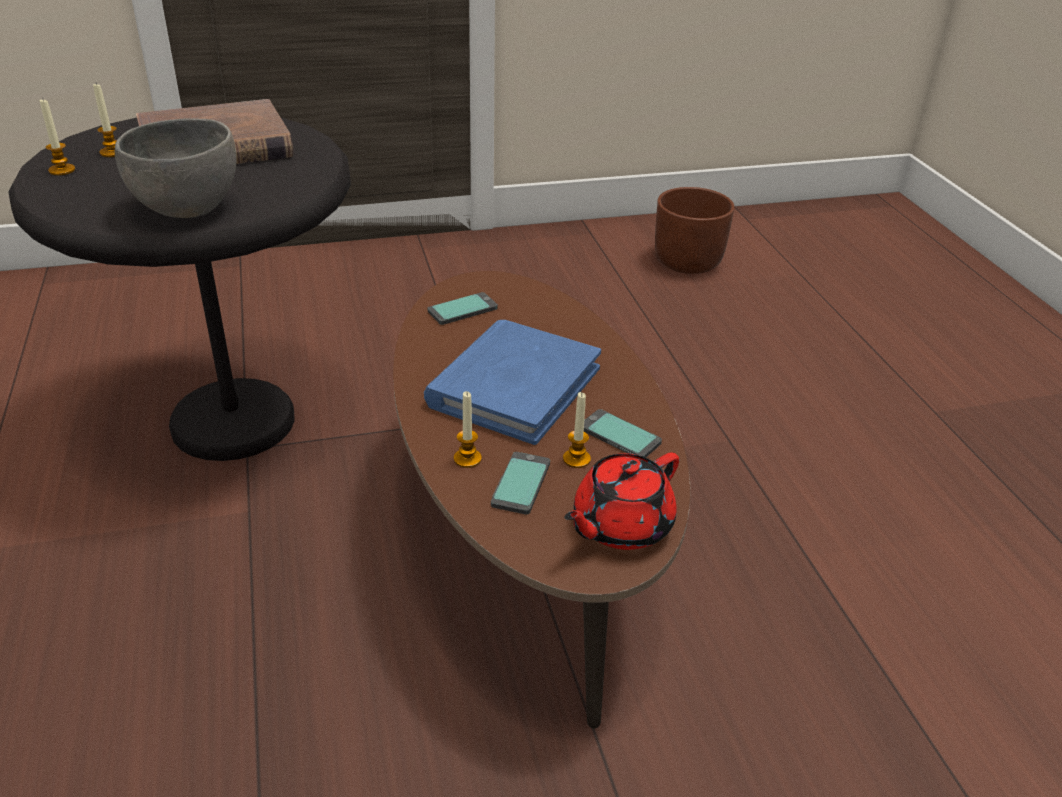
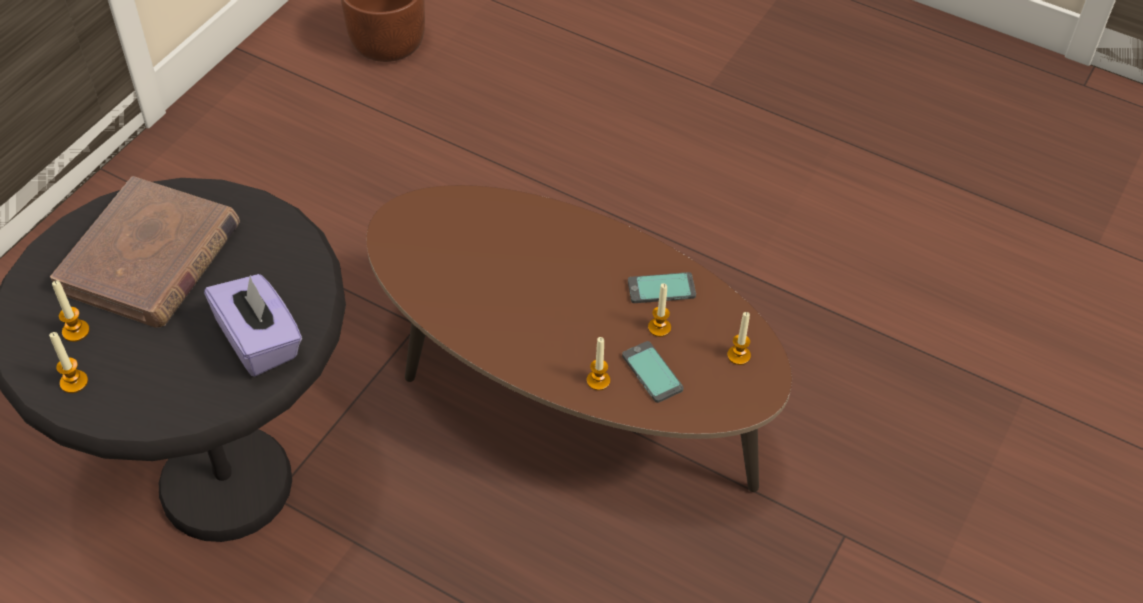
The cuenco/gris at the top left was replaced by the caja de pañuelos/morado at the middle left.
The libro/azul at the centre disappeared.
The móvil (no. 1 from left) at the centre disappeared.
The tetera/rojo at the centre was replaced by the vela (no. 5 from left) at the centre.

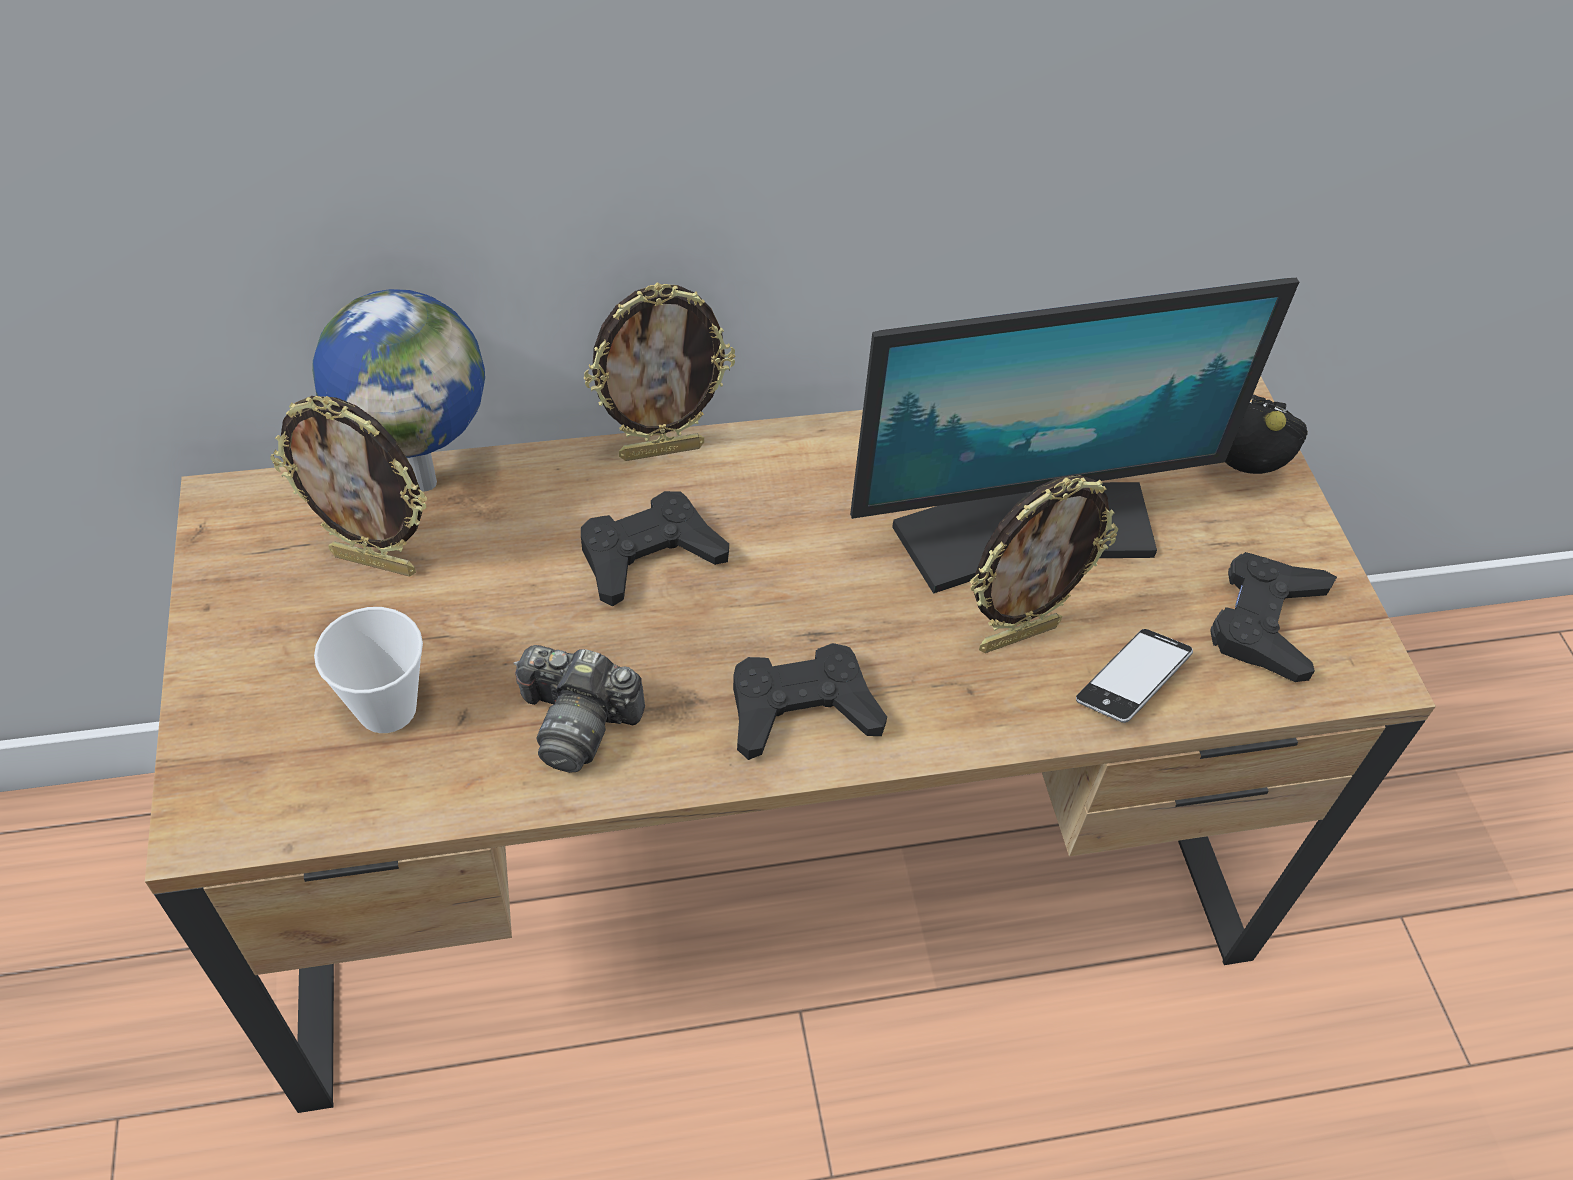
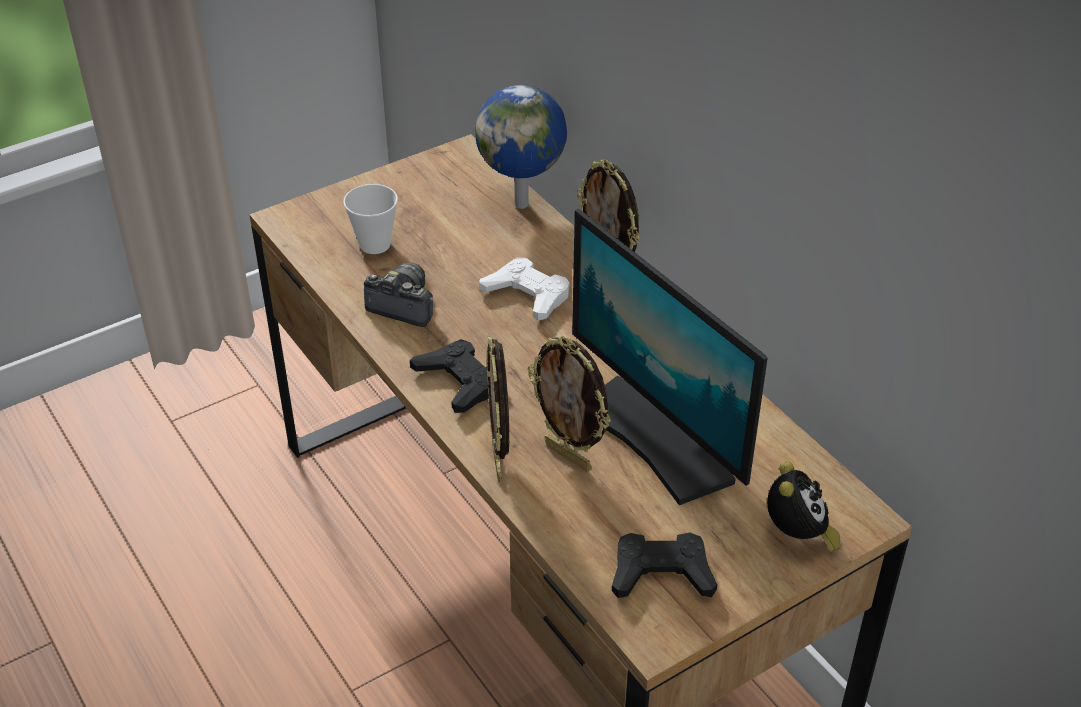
The portarretratos (no. 1 from left) moved from the middle left to the centre.
The cámara at the centre turned 120 degrees clockwise.
The mando de consola/negro (no. 1 from left) at the centre became the mando de consola/blanco at the centre.
The móvil at the middle right disappeared.

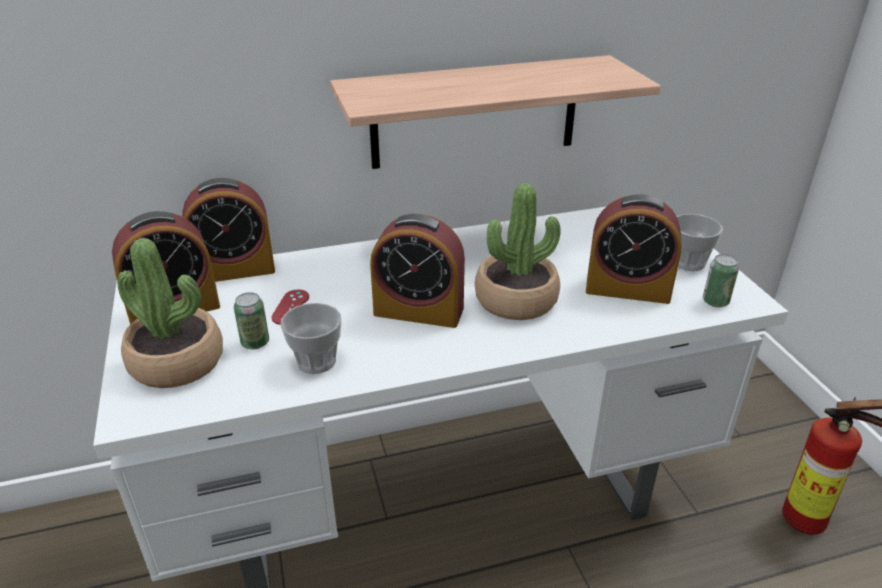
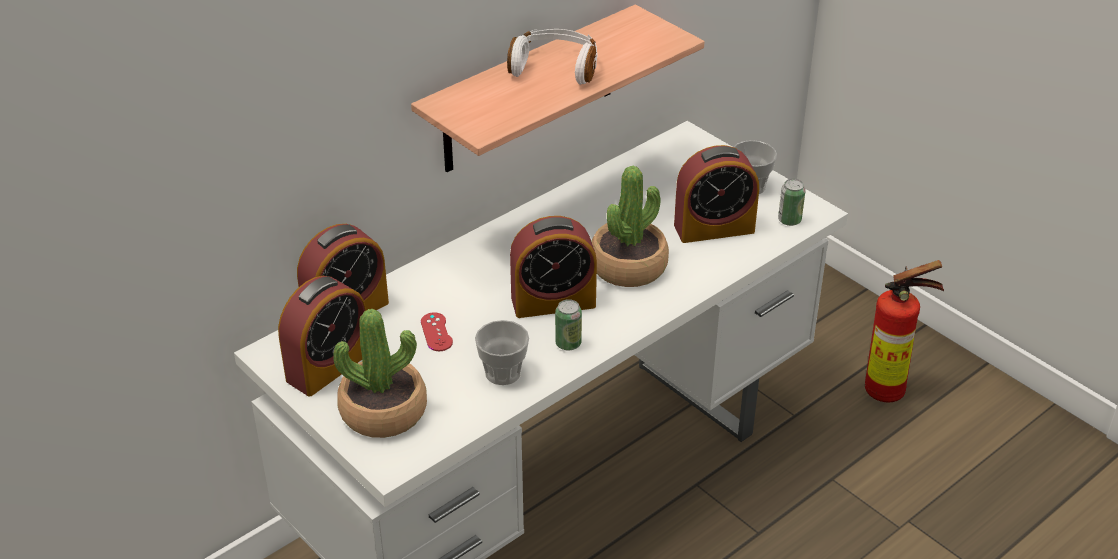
The lata (no. 1 from left) moved from the middle left to the centre.
The auriculares/blanco at the top centre appeared.

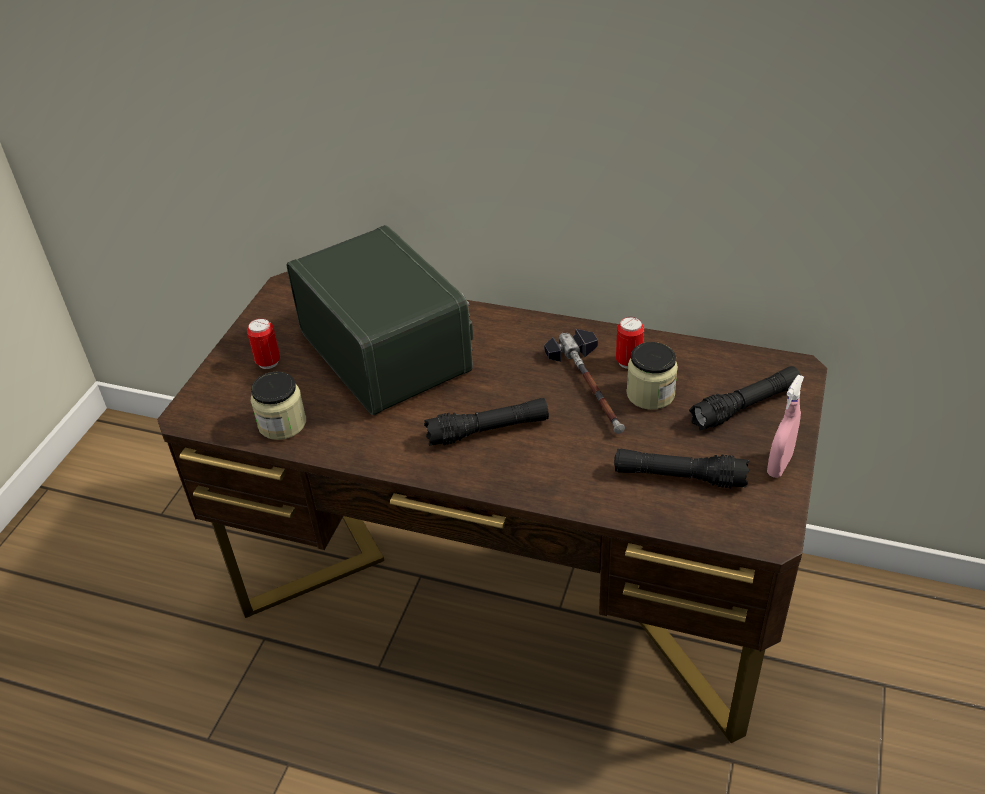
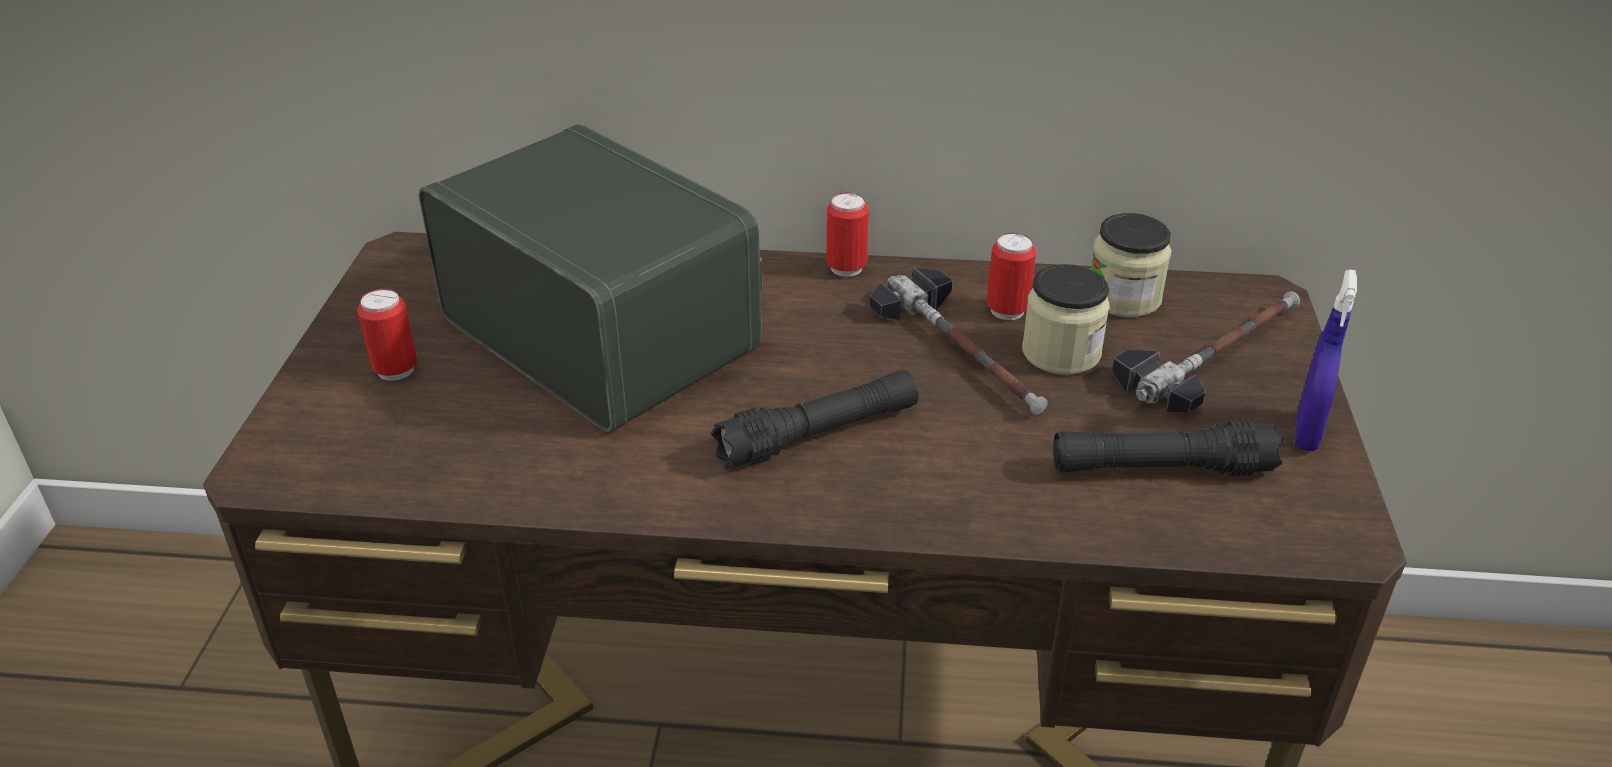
The tarro (no. 1 from left in the first image) moved from the middle left to the middle right.
The linterna/negro (no. 3 from left) at the middle right was replaced by the martillo (no. 2 from left) at the middle right.
The pulverizador/rosa at the middle right became the pulverizador/azul at the middle right.
The lata (no. 2 from left) at the top centre appeared.

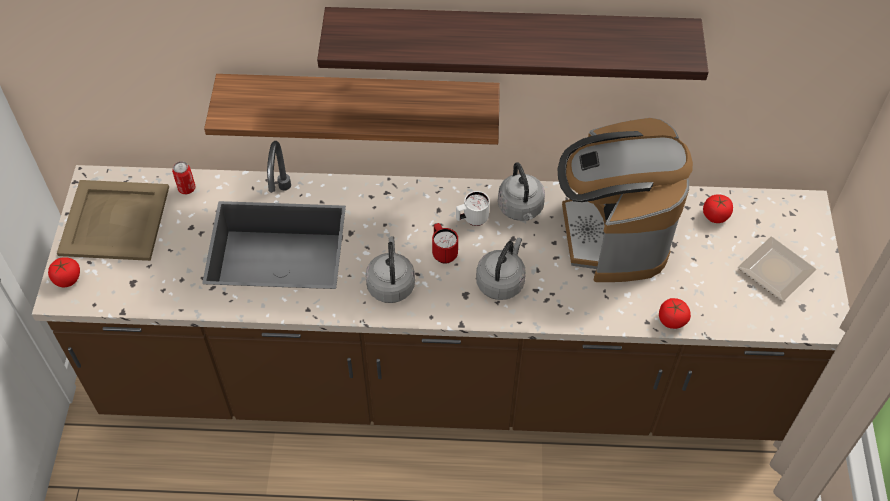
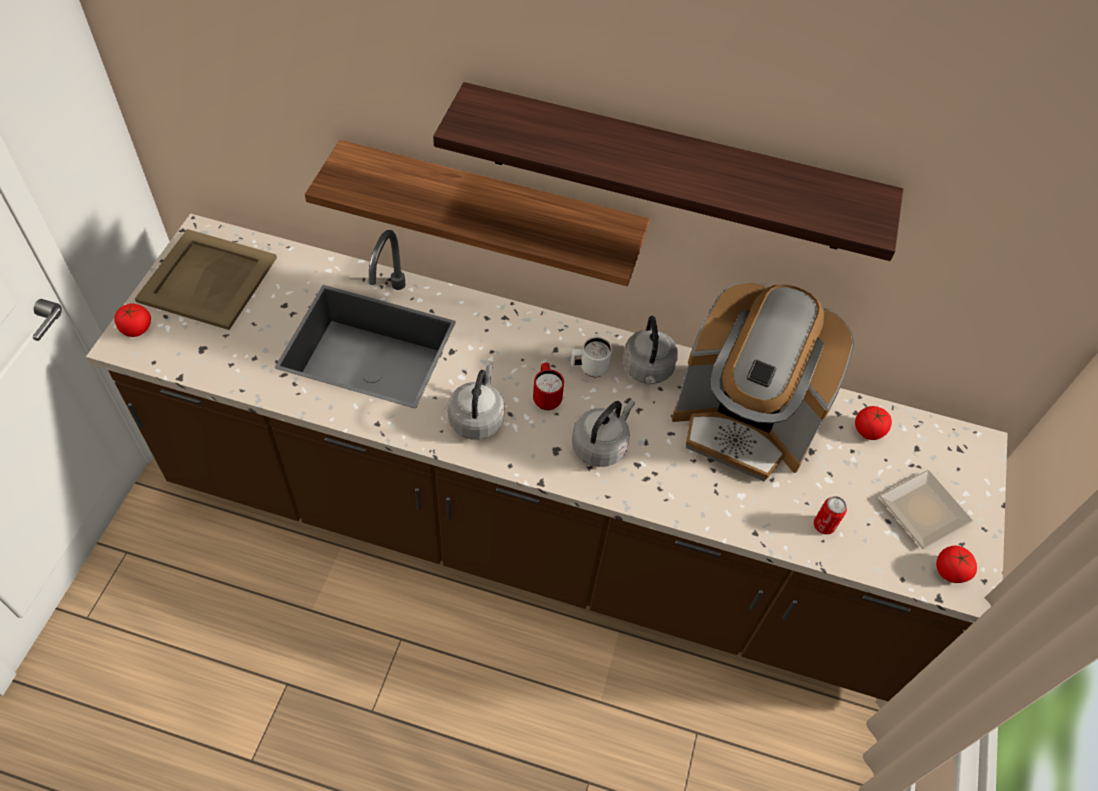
The lata moved from the middle left to the middle right.
The cafetera at the middle right turned 75 degrees counterclockwise.
The tomate (no. 2 from left in the first image) moved from the middle right to the bottom right.

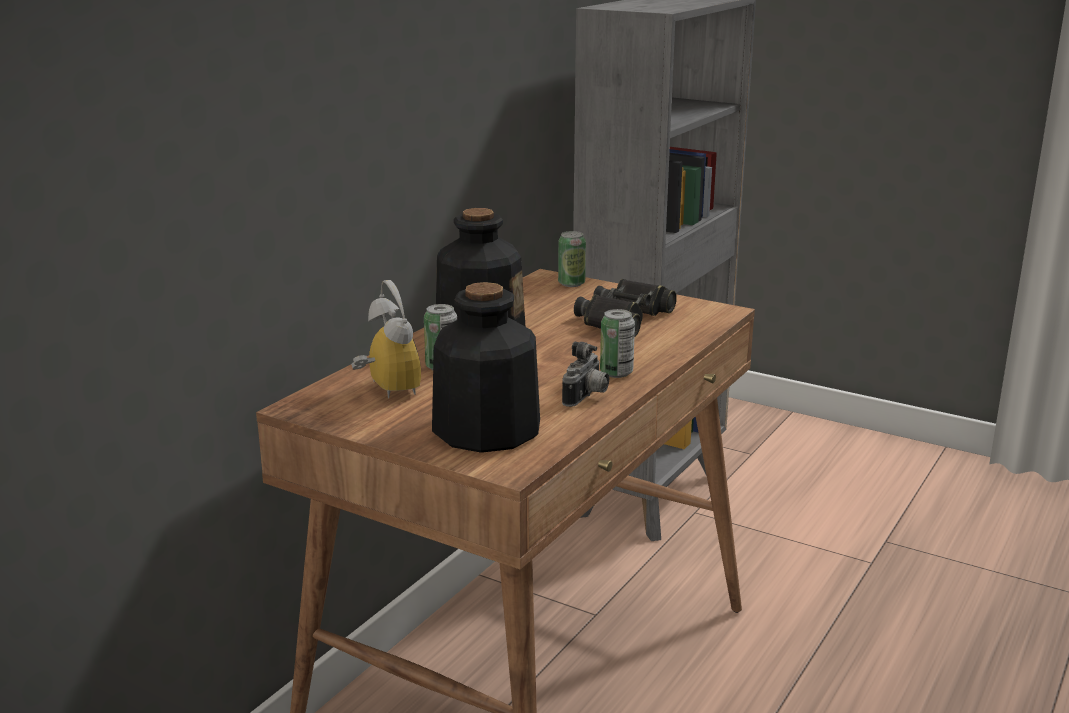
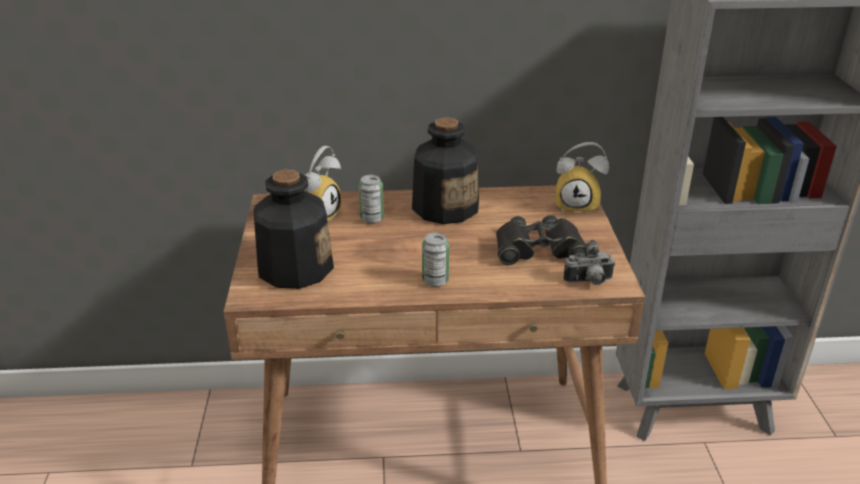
The lata (no. 2 from left) at the centre was replaced by the despertador (no. 2 from left) at the middle right.
The cámara moved from the centre to the middle right.

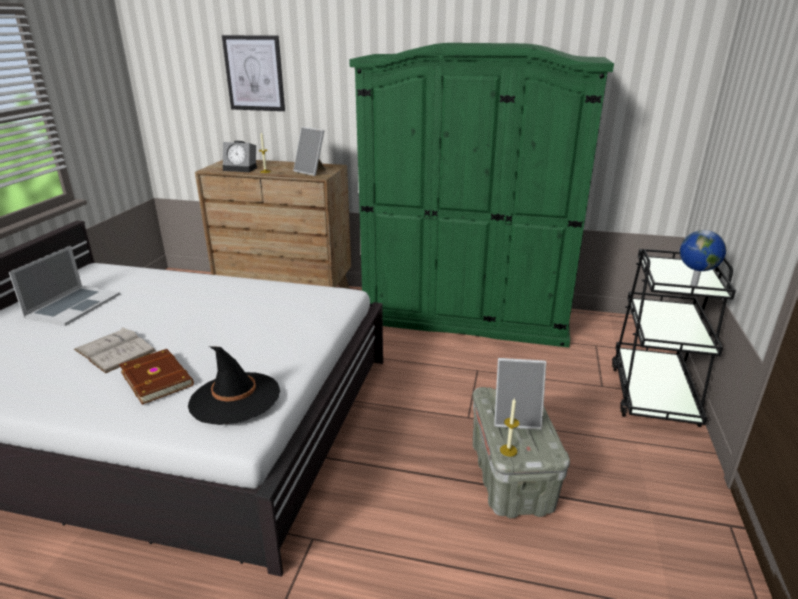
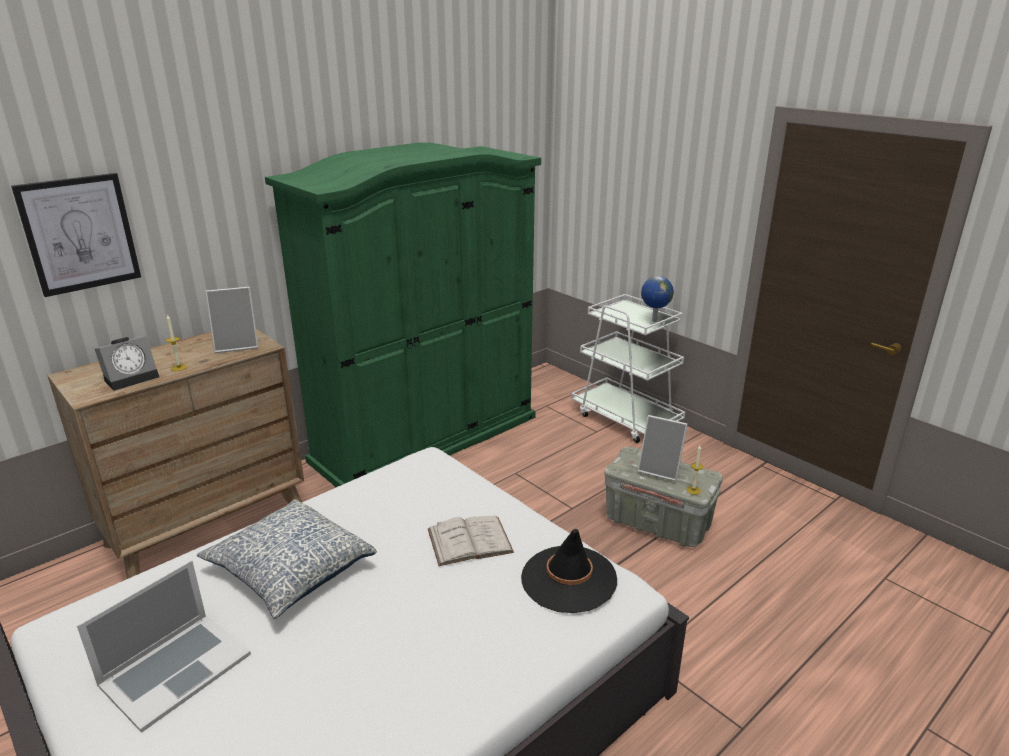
The portátil at the middle left turned 75 degrees clockwise.
The libro/blanco moved from the middle left to the bottom centre.
The libro/marrón at the middle left disappeared.
The portarretratos (no. 2 from left) at the centre turned 75 degrees clockwise.
The carrito/negro at the middle right became the carrito/blanco at the centre.
The cojín at the bottom left appeared.

